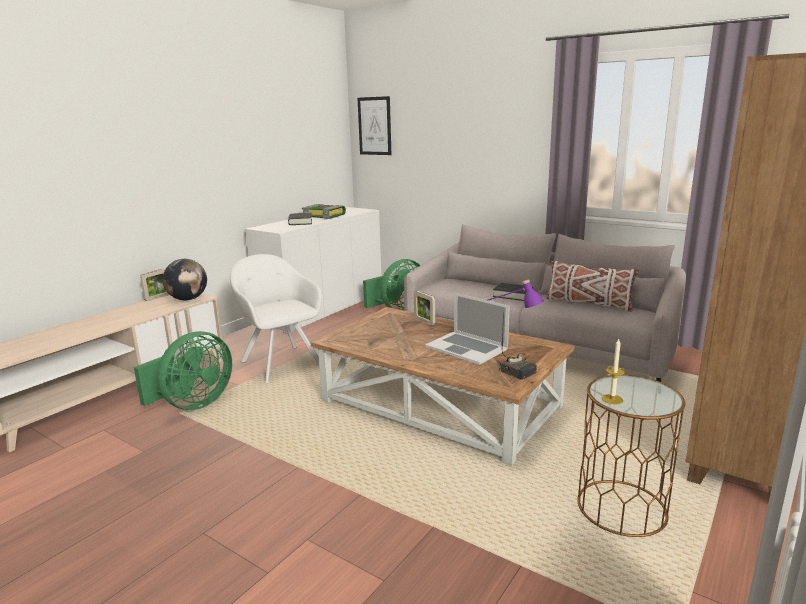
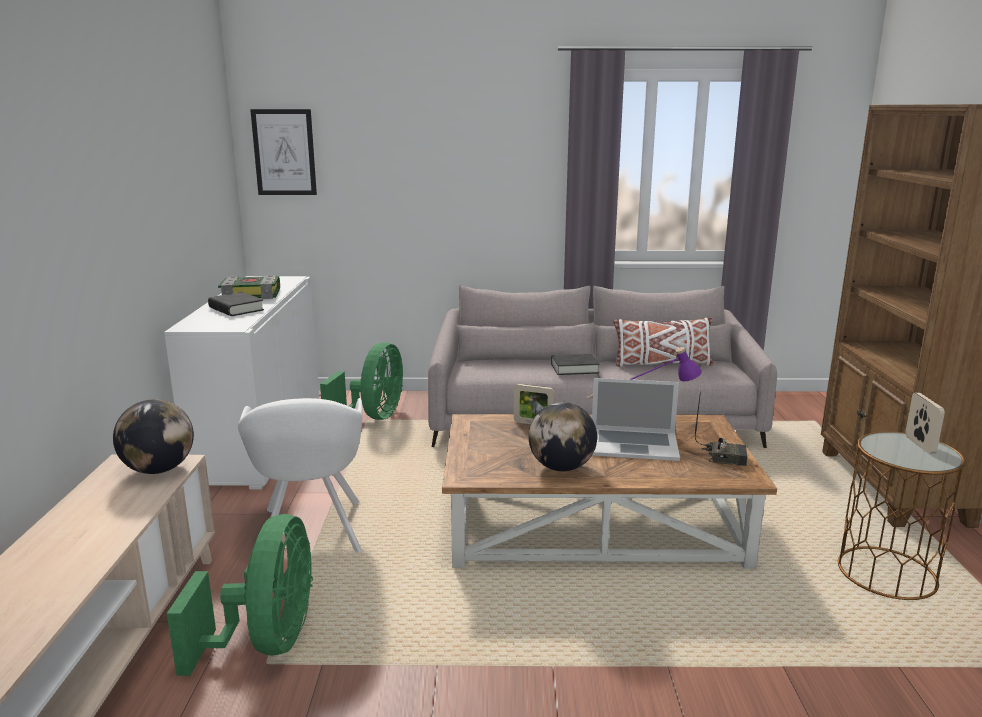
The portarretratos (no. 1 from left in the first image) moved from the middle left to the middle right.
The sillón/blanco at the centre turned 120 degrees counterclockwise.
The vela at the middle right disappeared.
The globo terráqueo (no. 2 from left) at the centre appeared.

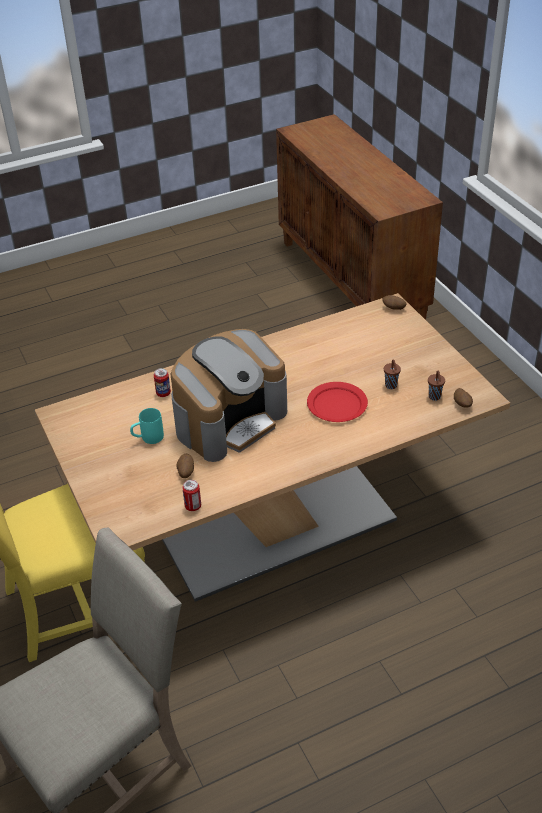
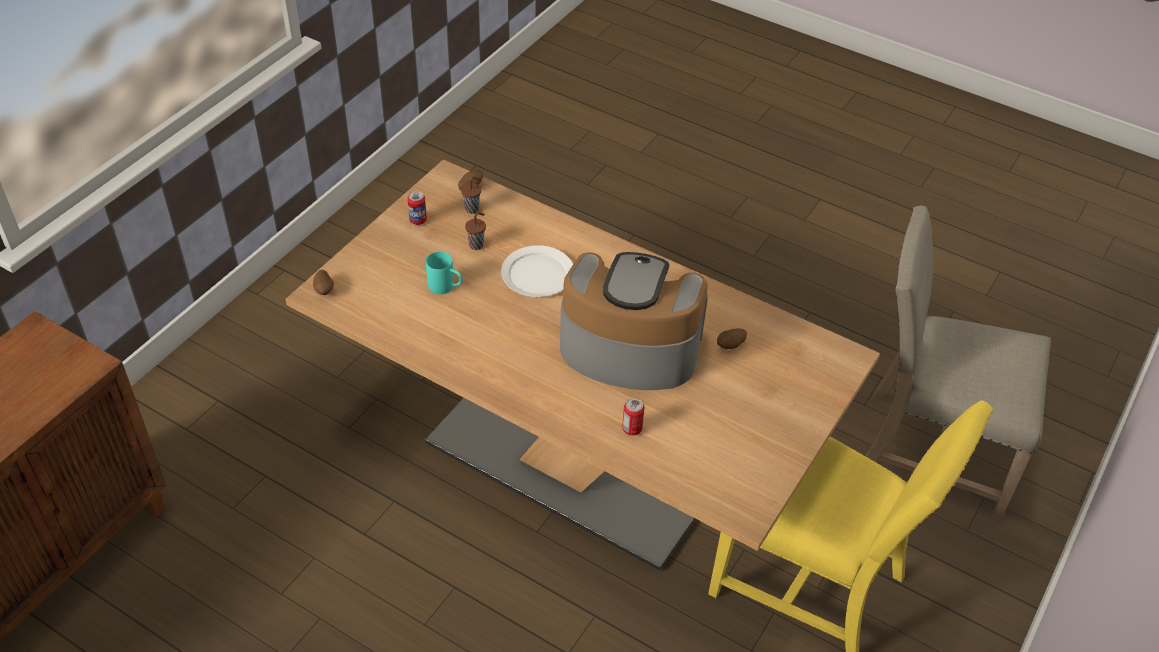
The taza grande/turquesa moved from the middle left to the centre.
The lata (no. 2 from left in the first image) moved from the centre to the top centre.
The plato/rojo at the centre became the plato/blanco at the centre.

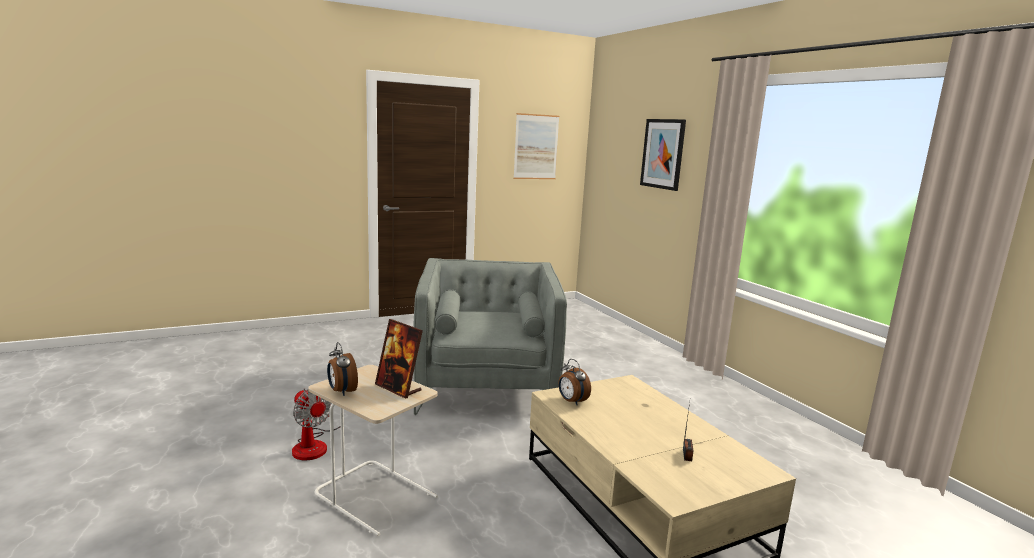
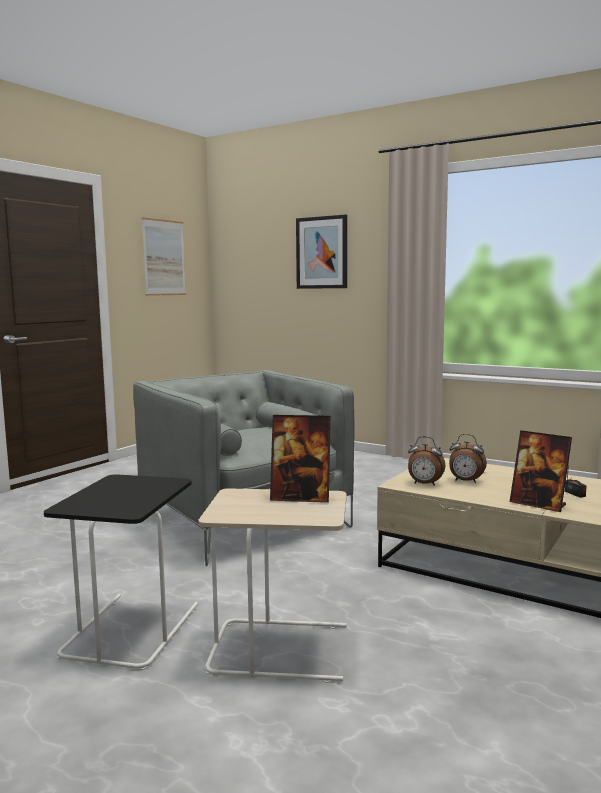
The ventilador at the bottom left was replaced by the mesa auxiliar/negro at the bottom left.
The despertador (no. 1 from left in the first image) moved from the middle left to the middle right.
The portarretratos (no. 2 from left) at the middle right appeared.

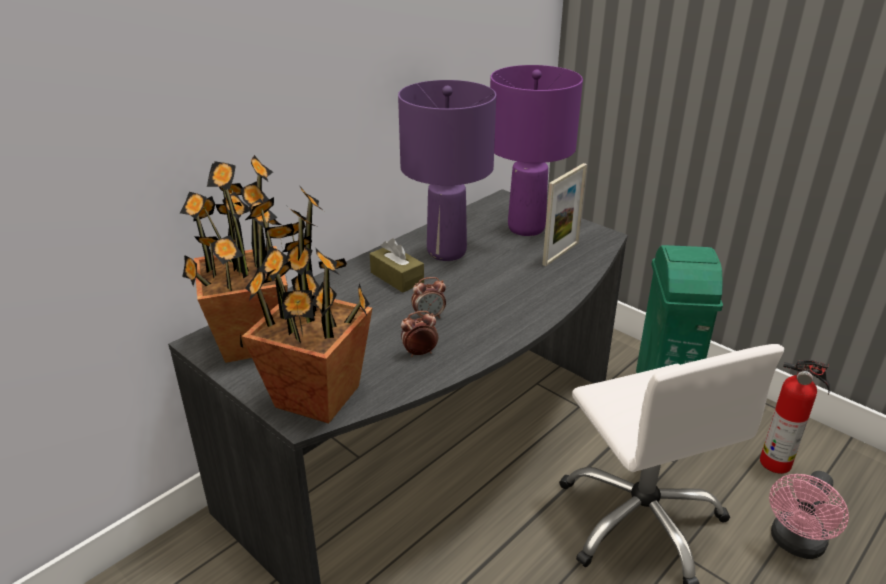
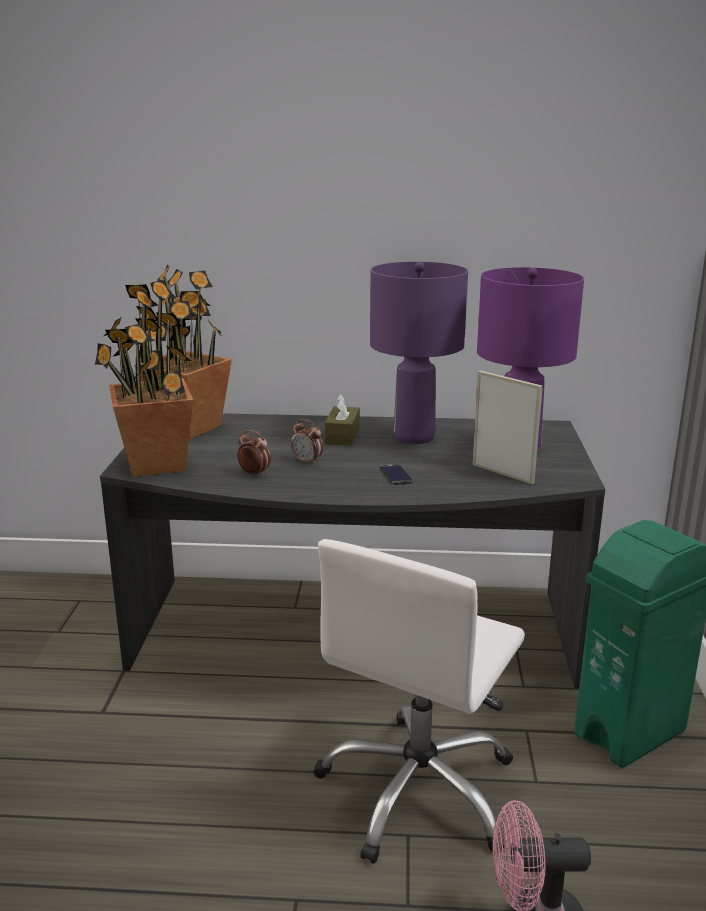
The portarretratos at the centre turned 135 degrees counterclockwise.
The extintor at the bottom right disappeared.
The móvil at the centre appeared.

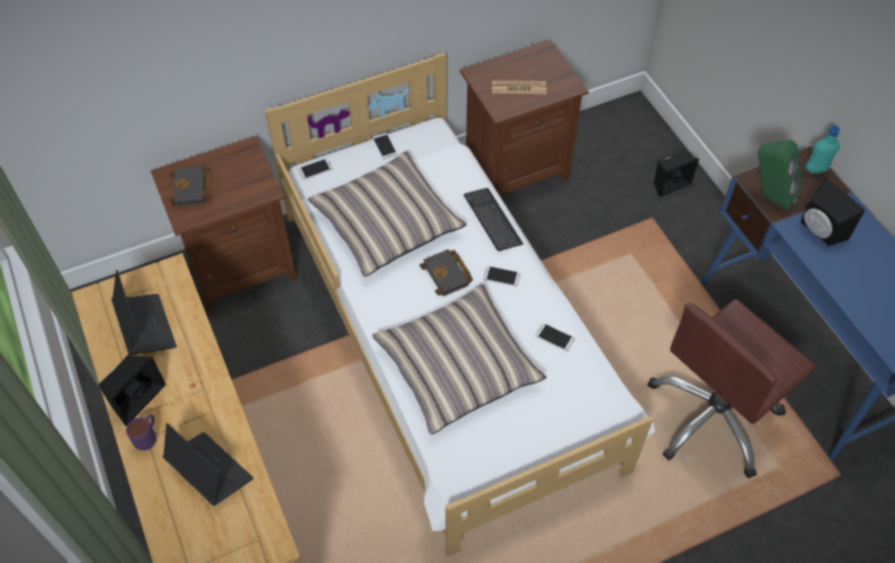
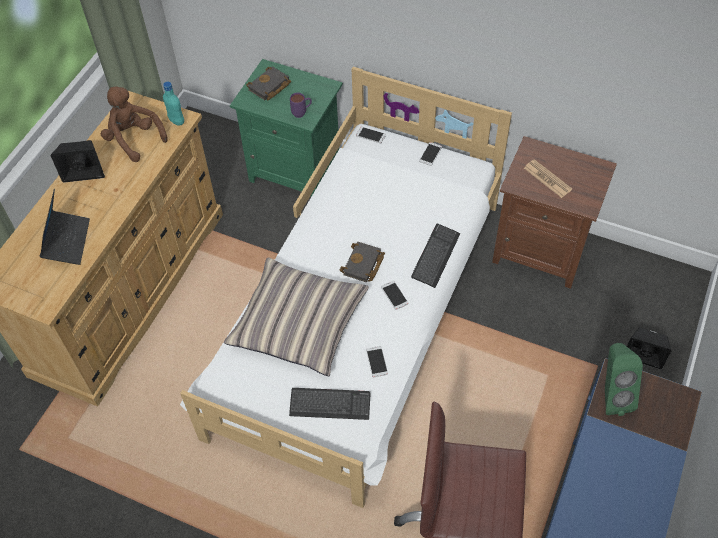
The portátil (no. 1 from left) at the middle left was replaced by the peluche/marrón at the top left.
The taza grande/morado moved from the bottom left to the top centre.
The mesita de noche/marrón (no. 1 from left) at the middle left became the mesita de noche/verde at the top centre.
The cojín (no. 1 from left) at the centre disappeared.
The altavoz/negro (no. 3 from left) at the middle right disappeared.
The botella/turquesa moved from the top right to the top left.
The teclado (no. 1 from left) at the bottom centre appeared.

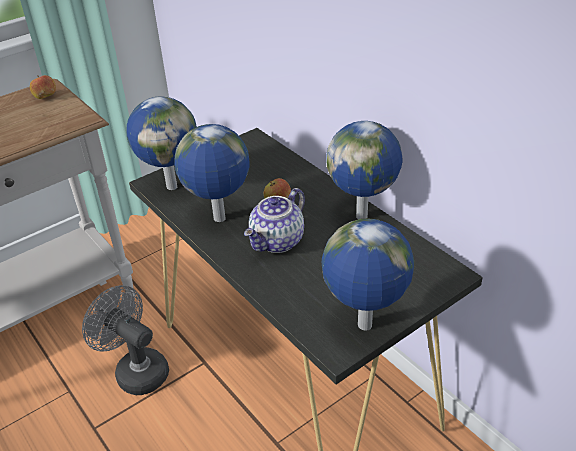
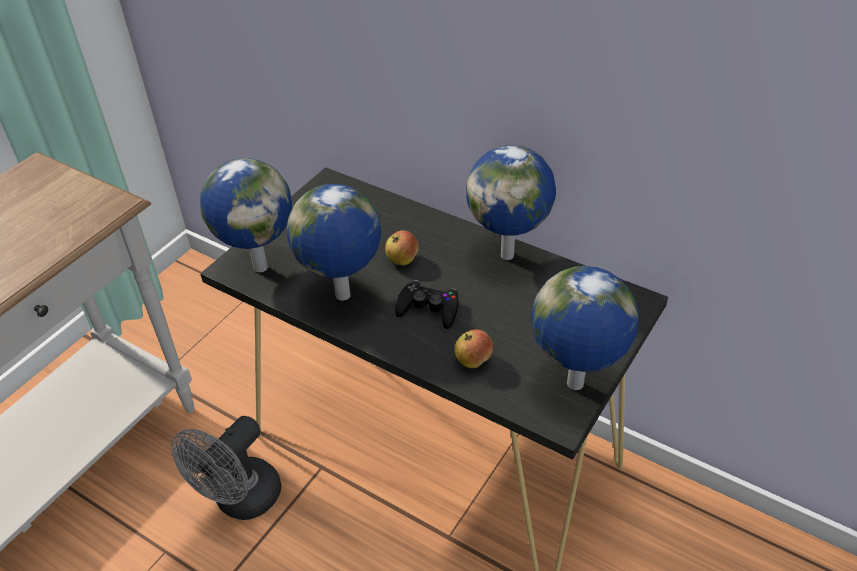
The manzana (no. 1 from left in the first image) moved from the top left to the centre.
The ventilador/gris at the bottom left turned 75 degrees counterclockwise.
The tetera at the centre was replaced by the mando de consola/negro at the centre.

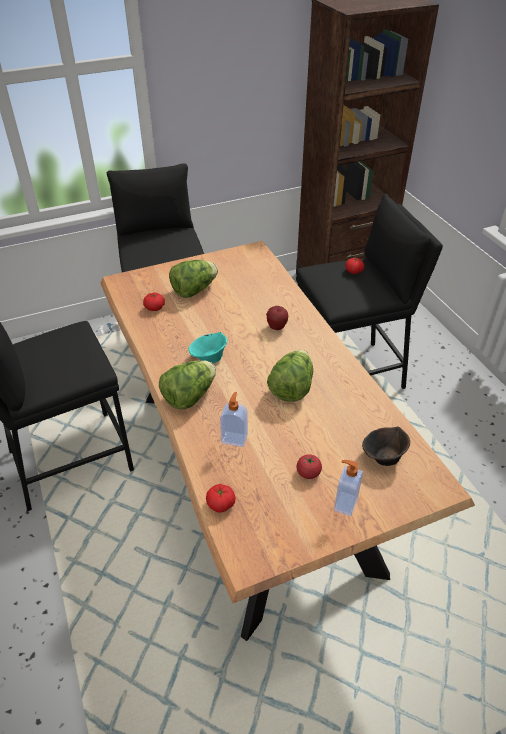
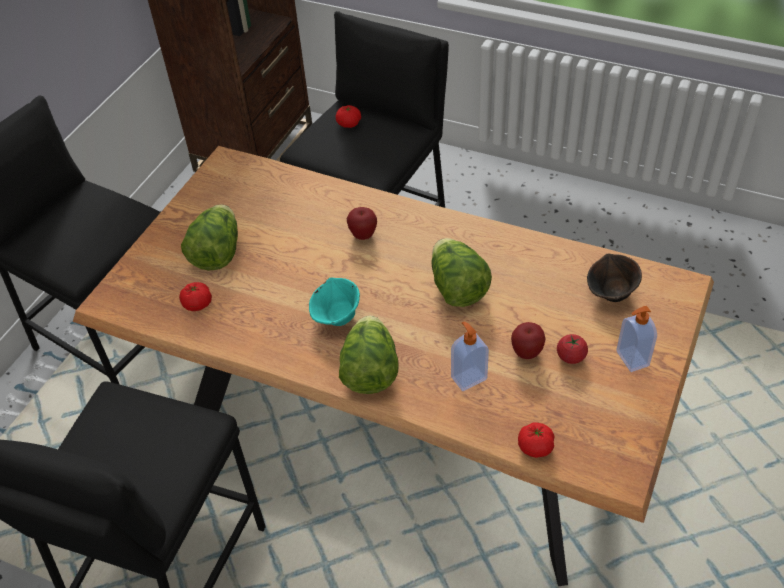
The manzana (no. 2 from left) at the middle right appeared.

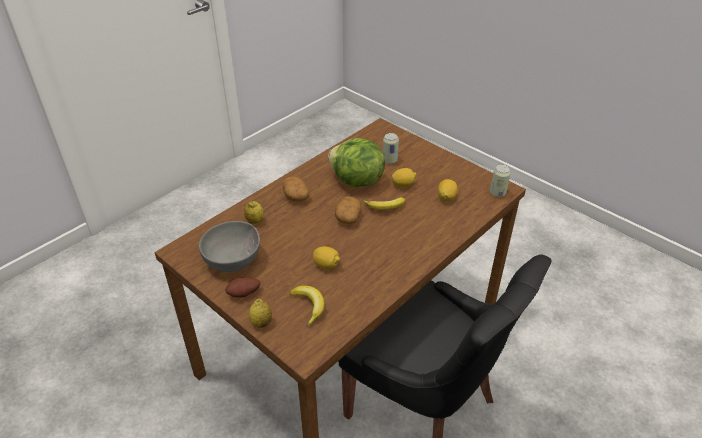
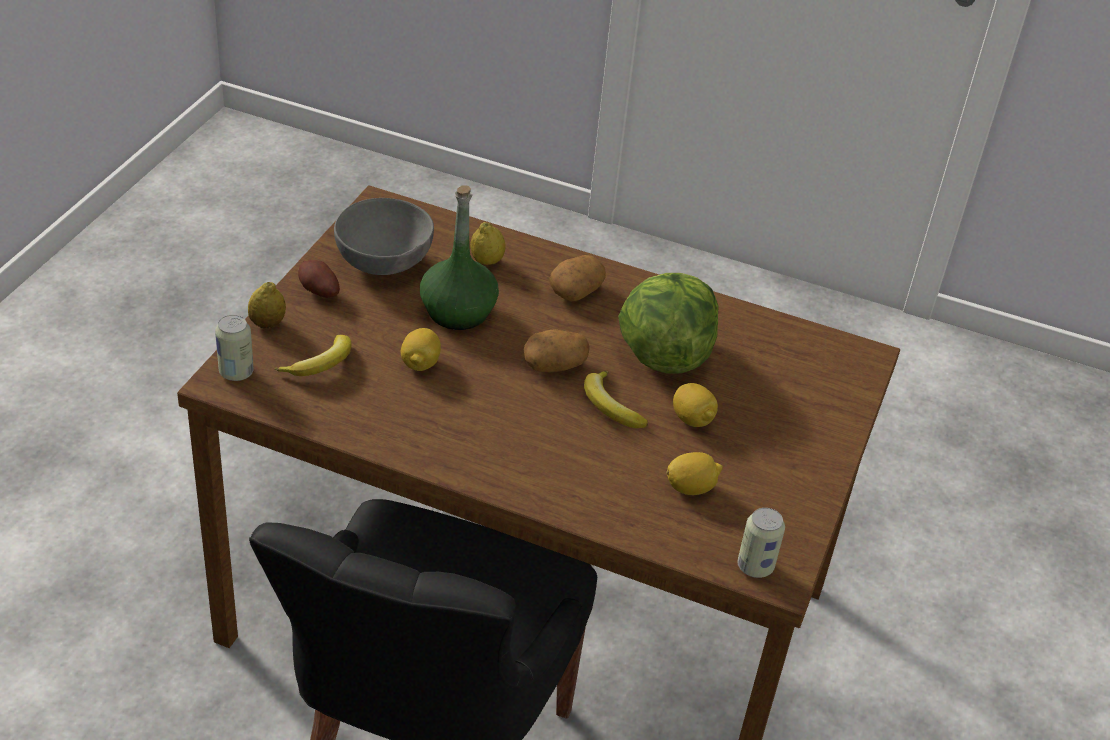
The lata (no. 1 from left) moved from the centre to the middle left.
The botella/verde at the centre appeared.

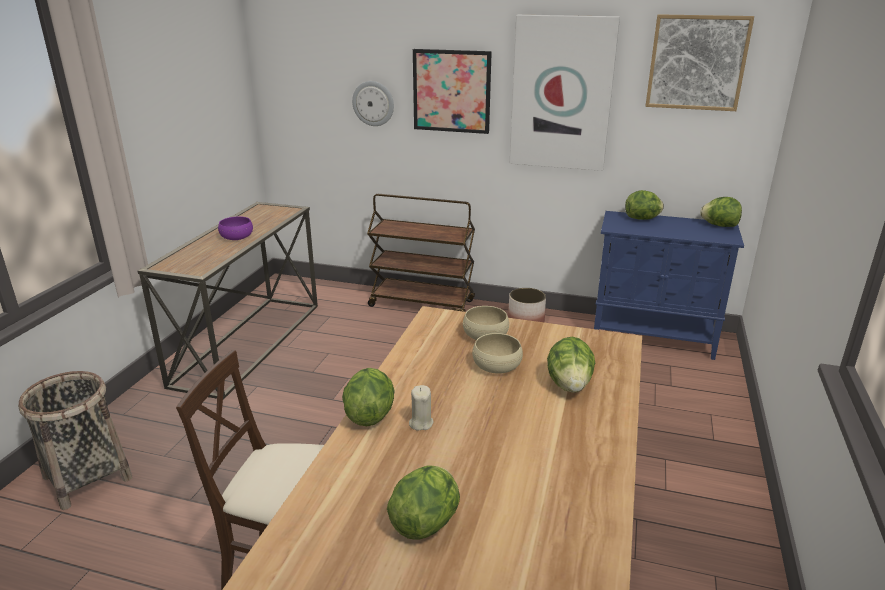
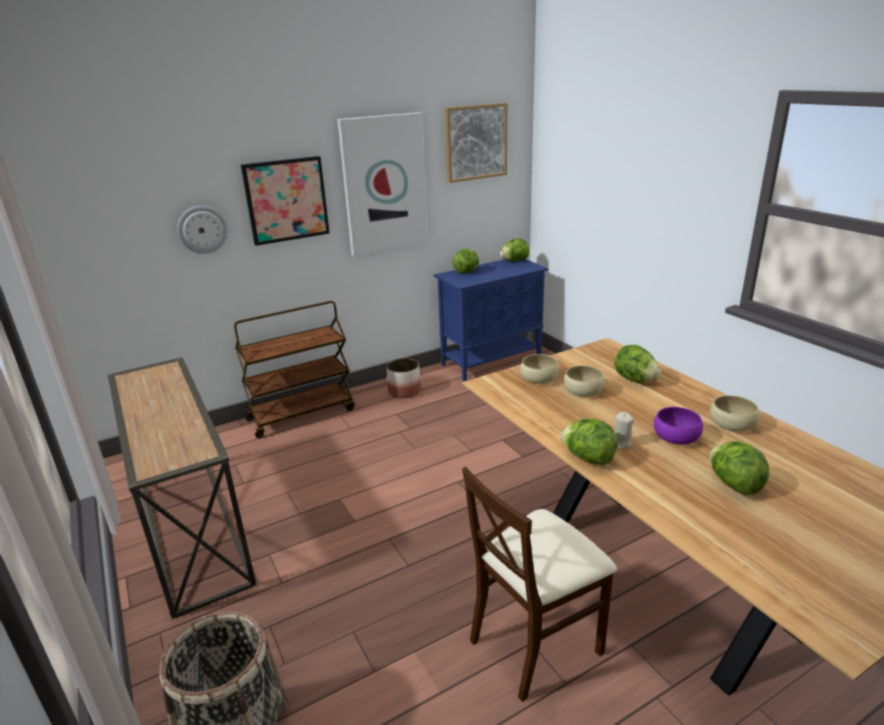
The cuenco/morado moved from the middle left to the middle right.
The cuenco/beis (no. 3 from left) at the middle right appeared.

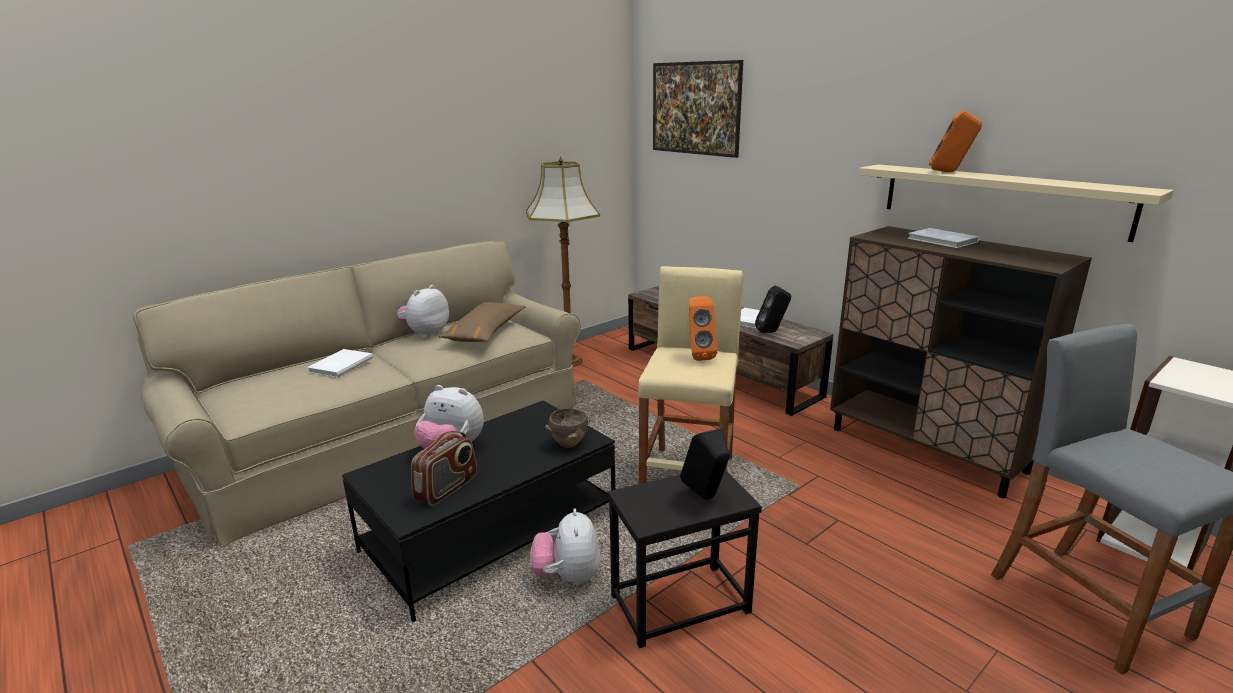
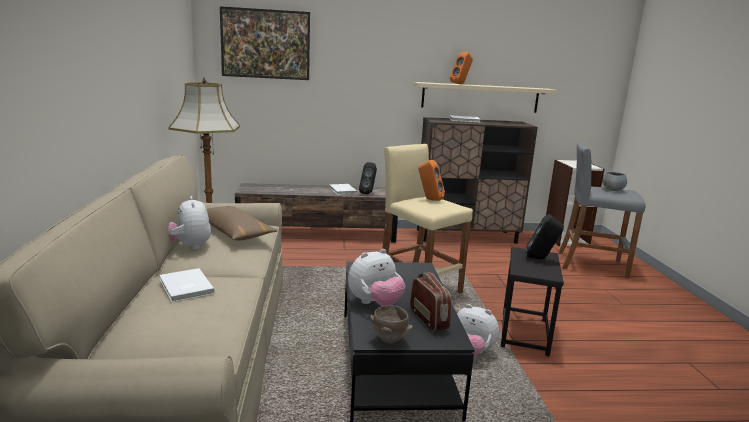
The cuenco/marrón moved from the centre to the bottom centre.
The cuenco/gris at the middle right appeared.

